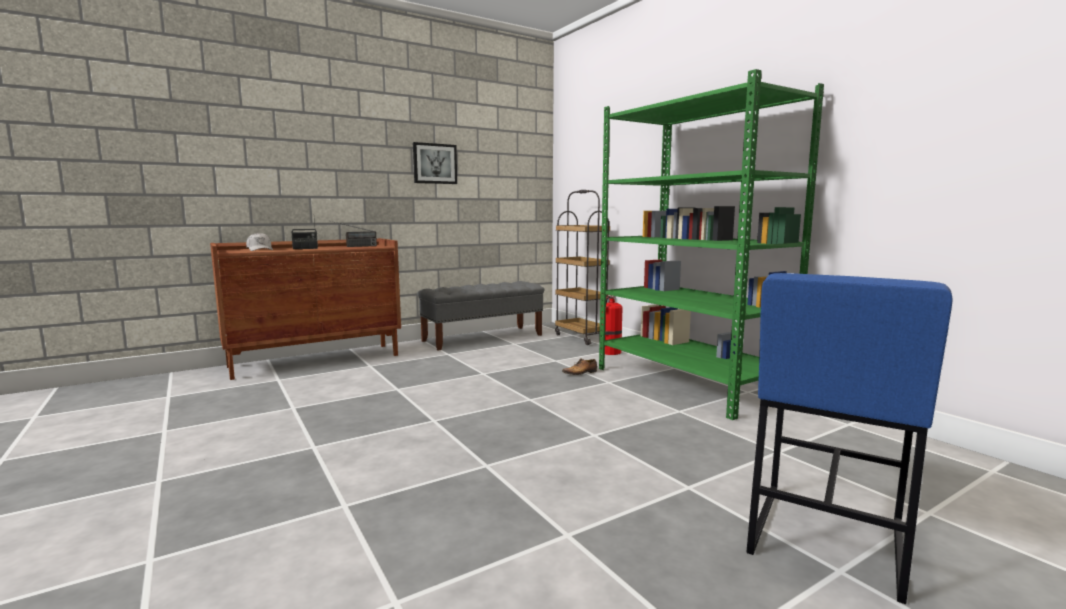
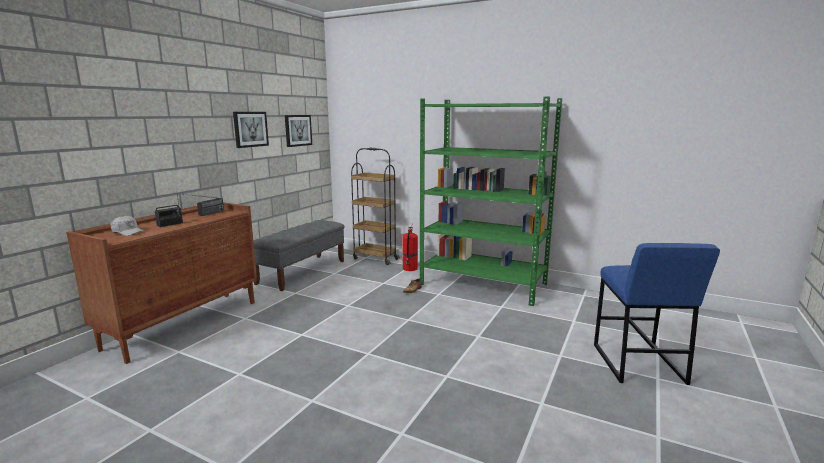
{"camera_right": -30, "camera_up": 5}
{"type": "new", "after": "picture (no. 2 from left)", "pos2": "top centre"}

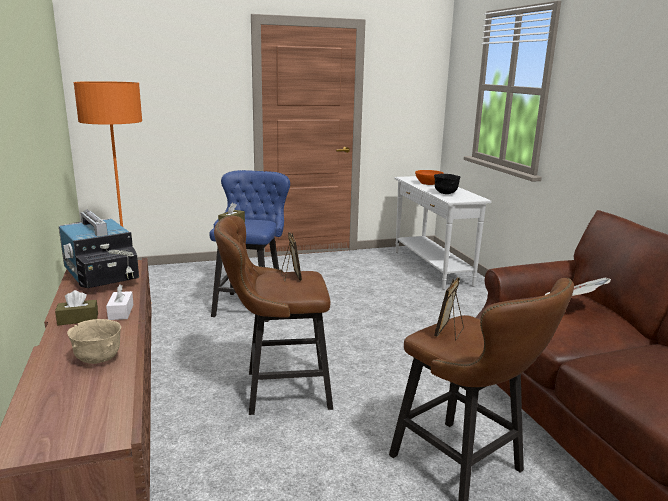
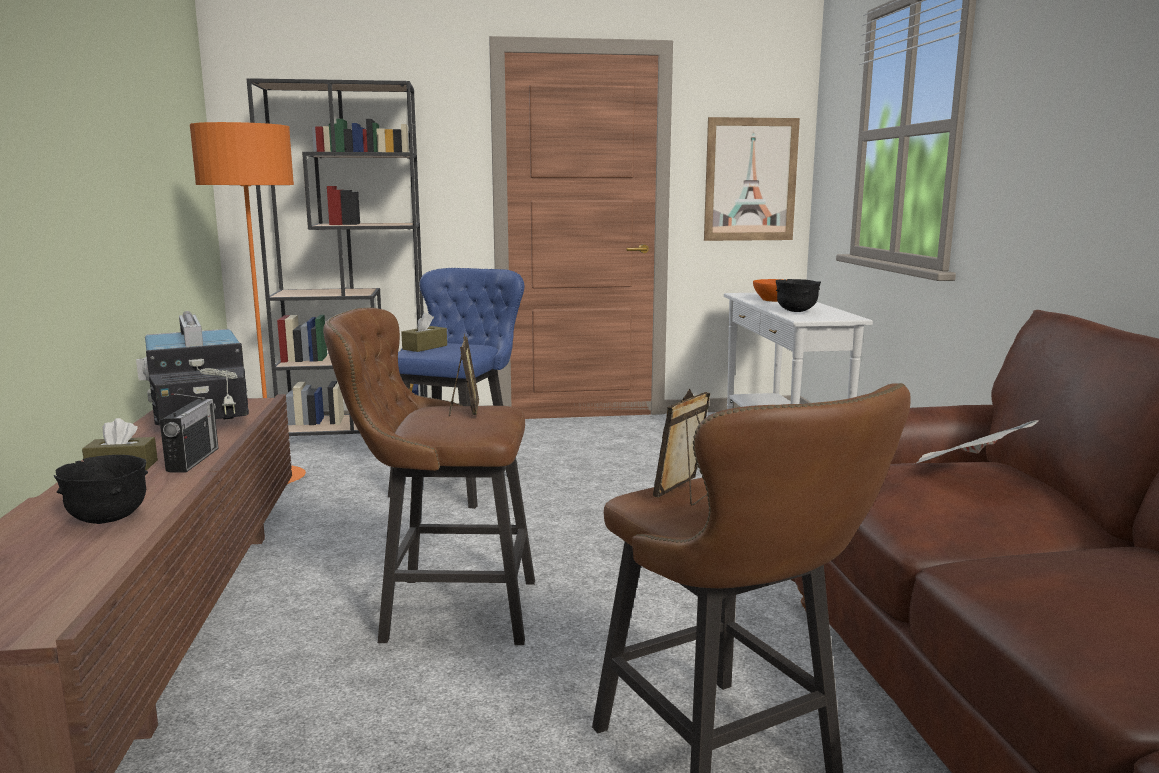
{"camera_right": 10, "camera_up": -5}
{"type": "swapped", "before": "white_tissue_box", "after": "radio", "pos1": "middle left", "pos2": "middle left"}
{"type": "repainted", "before": "beige_bowl", "after": "black_bowl (no. 1 from left)", "pos1": "bottom left", "pos2": "middle left"}
{"type": "new", "after": "bookcase", "pos2": "top left"}
{"type": "new", "after": "picture", "pos2": "top centre"}

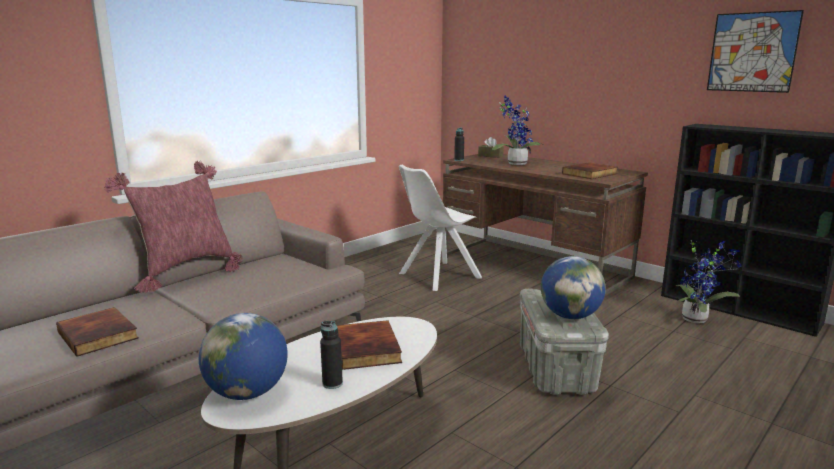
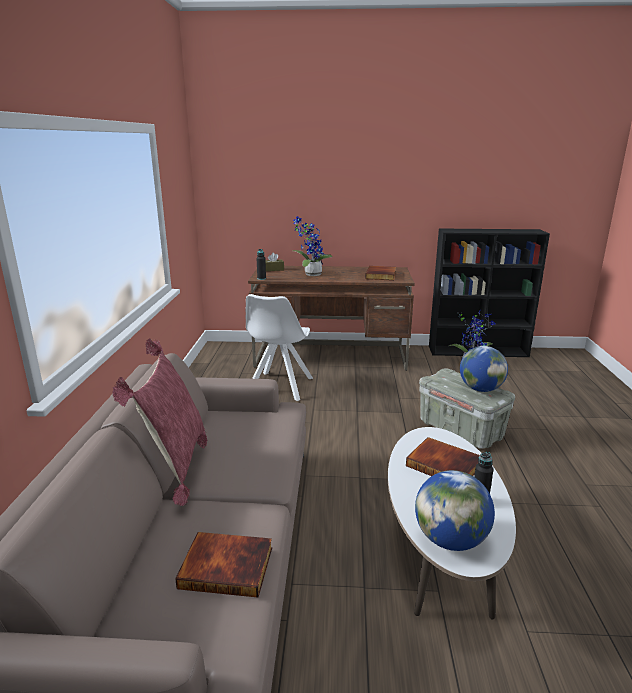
{"camera_right": -40, "camera_up": 5}
{"type": "gone", "before": "picture", "pos1": "top right"}

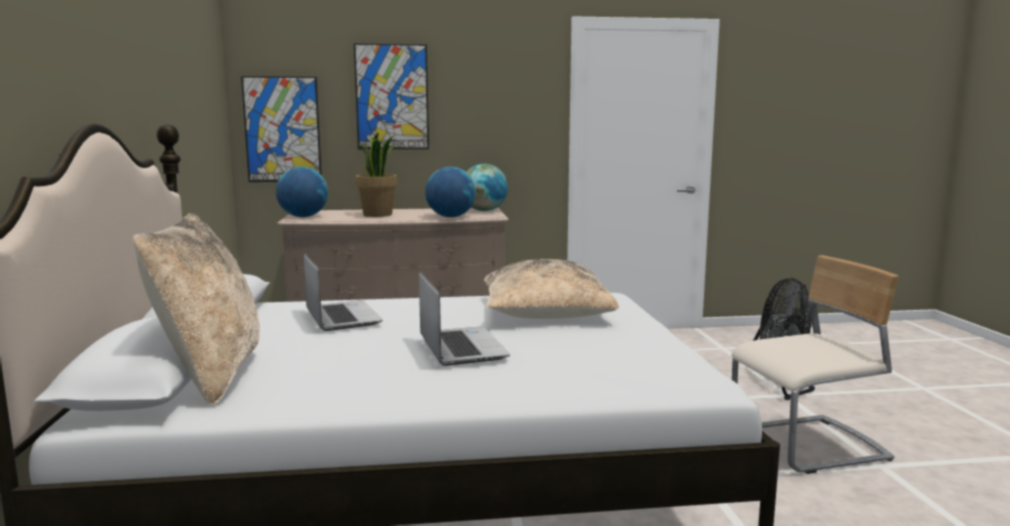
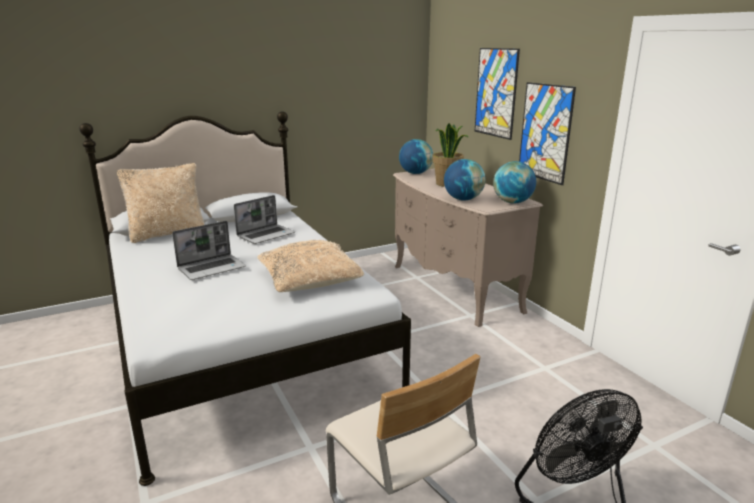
{"camera_right": 70, "camera_up": 10}
{"type": "shifted", "before": "picture (no. 1 from left in the first image)", "after": "picture (no. 2 from left)", "pos1": "top left", "pos2": "top right"}

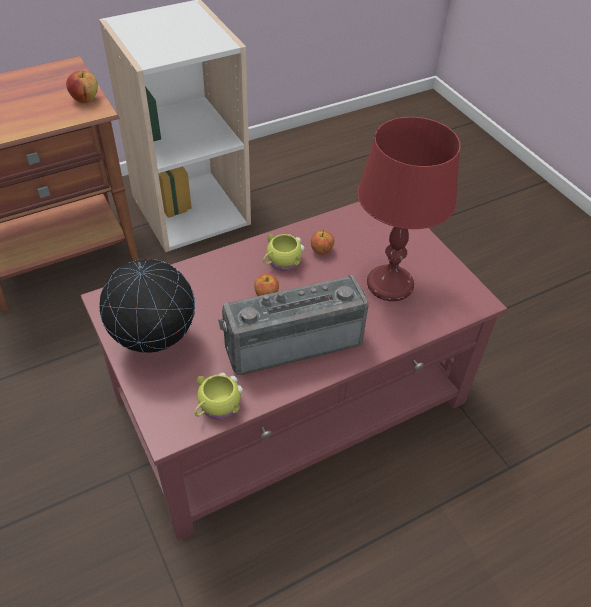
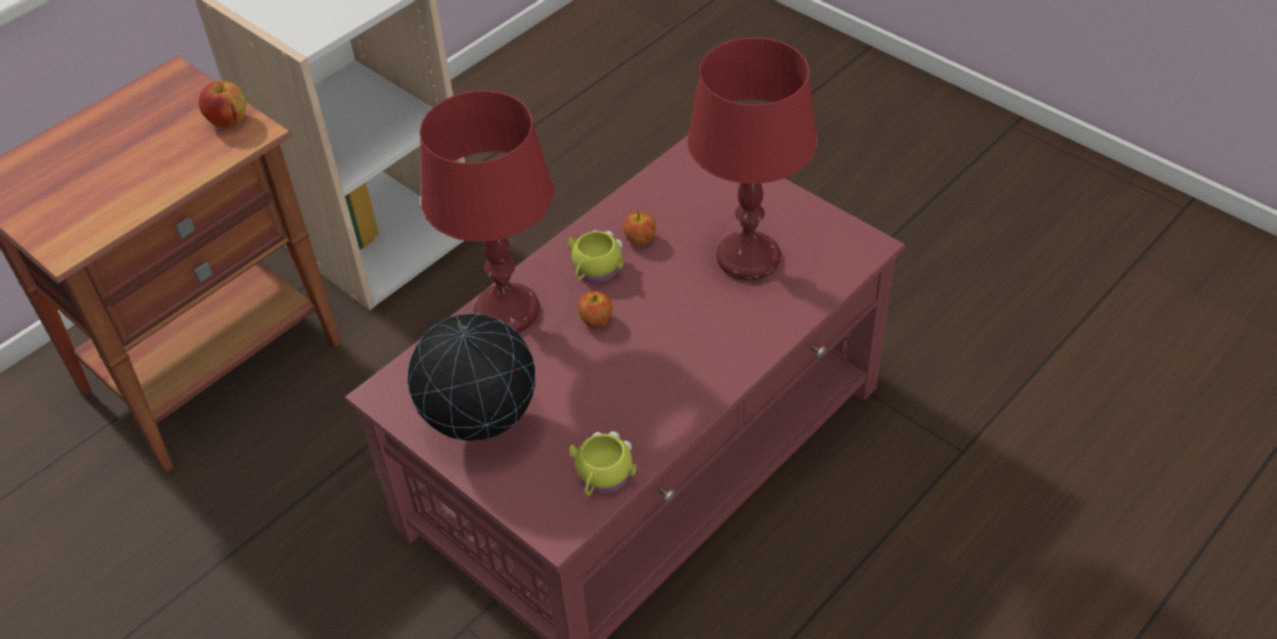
{"camera_right": -15, "camera_up": 0}
{"type": "gone", "before": "radio", "pos1": "centre"}
{"type": "new", "after": "red_table_lamp (no. 1 from left)", "pos2": "top centre"}

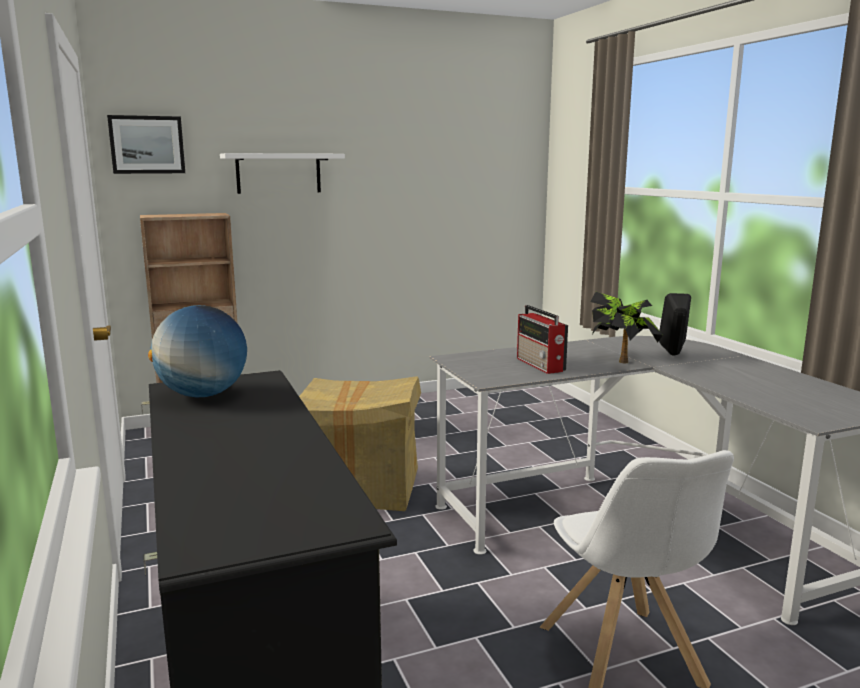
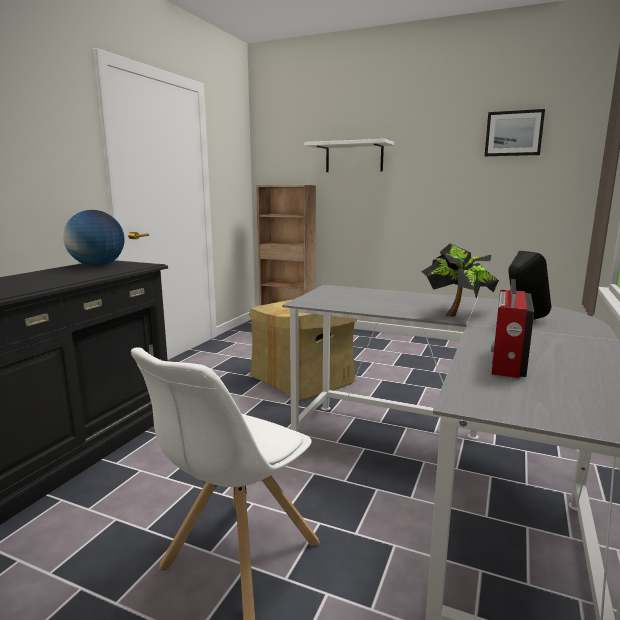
{"camera_right": 45, "camera_up": 0}
{"type": "shifted", "before": "picture", "pos1": "top left", "pos2": "top right"}
{"type": "shifted", "before": "radio", "pos1": "centre", "pos2": "middle right"}

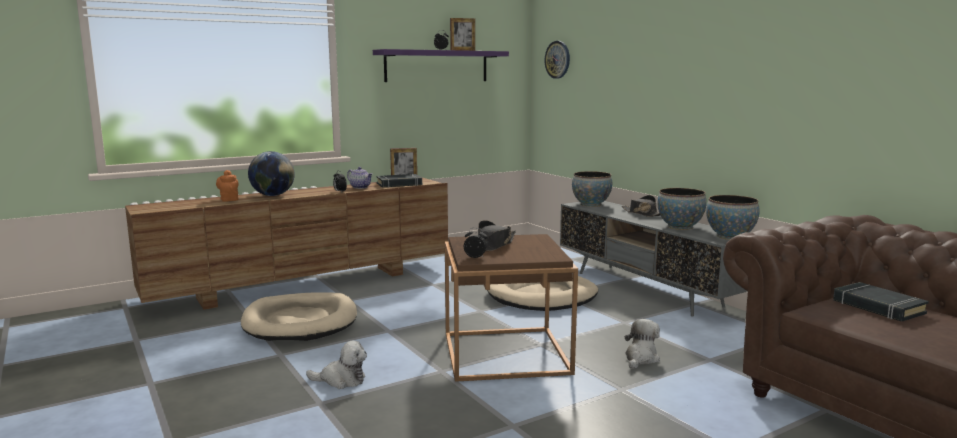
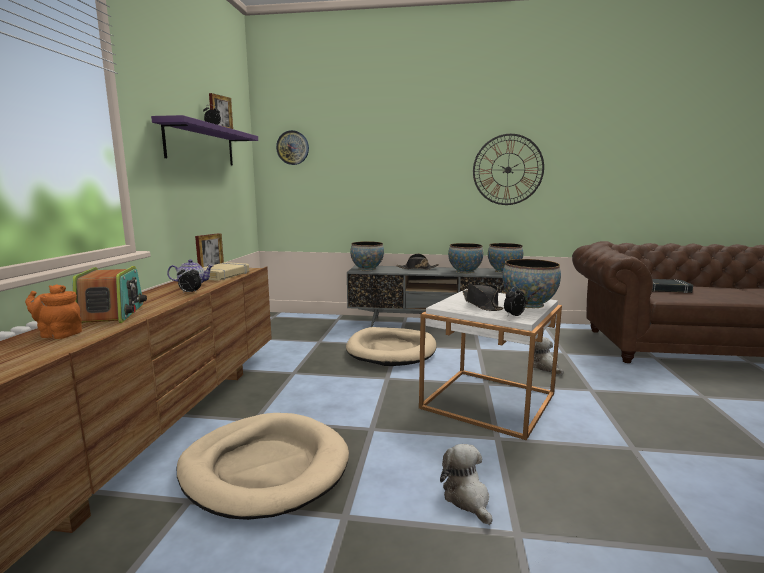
{"camera_right": -50, "camera_up": 0}
{"type": "swapped", "before": "globe", "after": "radio", "pos1": "middle left", "pos2": "middle left"}
{"type": "repainted", "before": "black_book (no. 1 from left)", "after": "beige_book", "pos1": "centre", "pos2": "middle left"}
{"type": "repainted", "before": "brown_side_table", "after": "white_side_table", "pos1": "bottom centre", "pos2": "centre"}
{"type": "rotated", "before": "plush_toy (no. 1 from left)", "pos1": "bottom centre", "pos2": "bottom centre", "turn": -60}
{"type": "new", "after": "wall_clock (no. 2 from left)", "pos2": "top centre"}
{"type": "new", "after": "bowl (no. 4 from left)", "pos2": "middle right"}

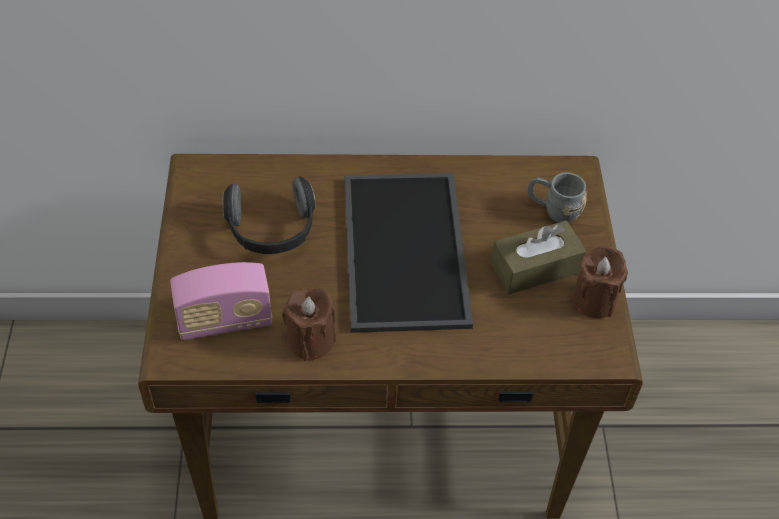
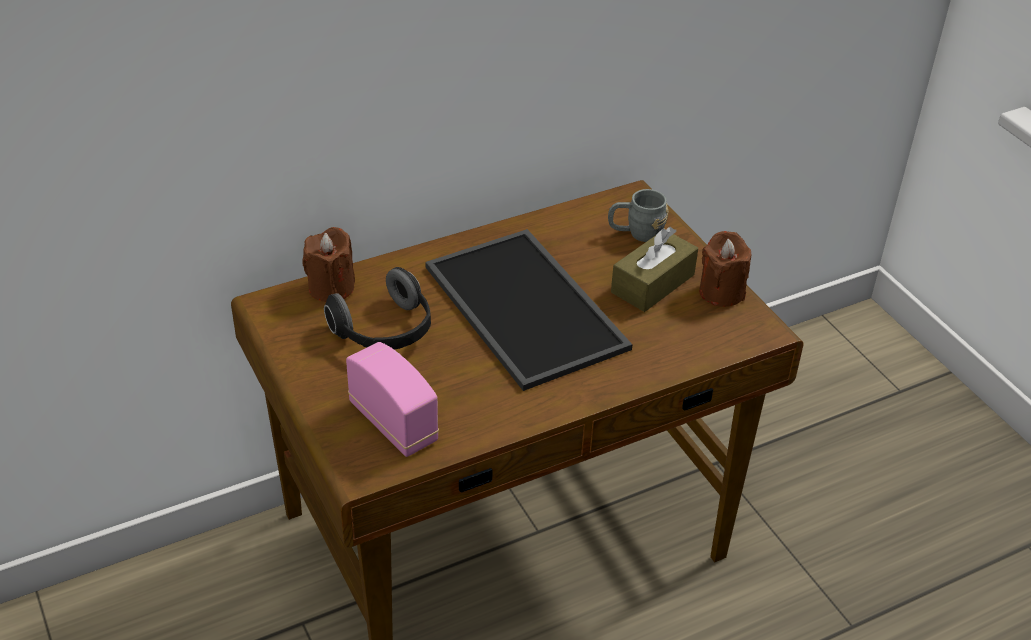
{"camera_right": -25, "camera_up": -10}
{"type": "rotated", "before": "radio", "pos1": "middle left", "pos2": "centre", "turn": -90}
{"type": "shifted", "before": "brown_candle (no. 1 from left)", "pos1": "centre", "pos2": "middle left"}

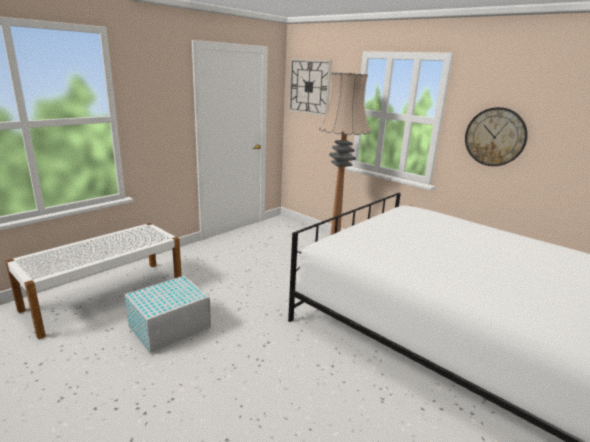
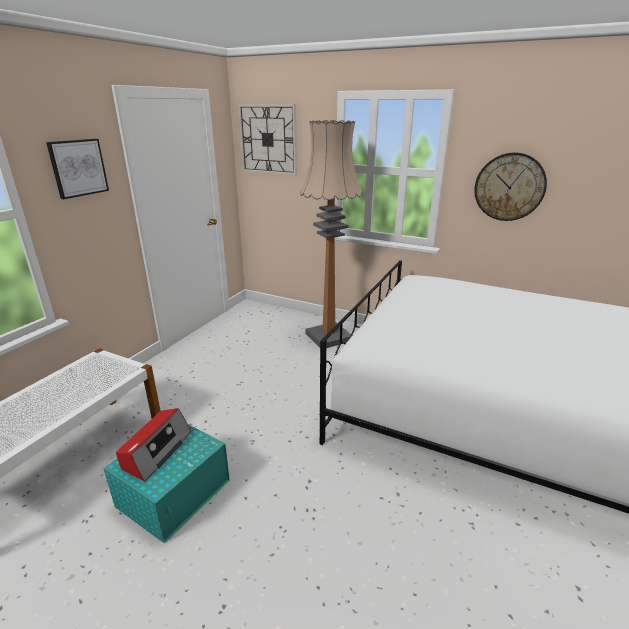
{"camera_right": -15, "camera_up": 5}
{"type": "repainted", "before": "white_storage_box", "after": "turquoise_storage_box", "pos1": "bottom left", "pos2": "bottom left"}
{"type": "new", "after": "picture", "pos2": "top left"}
{"type": "new", "after": "radio", "pos2": "bottom left"}

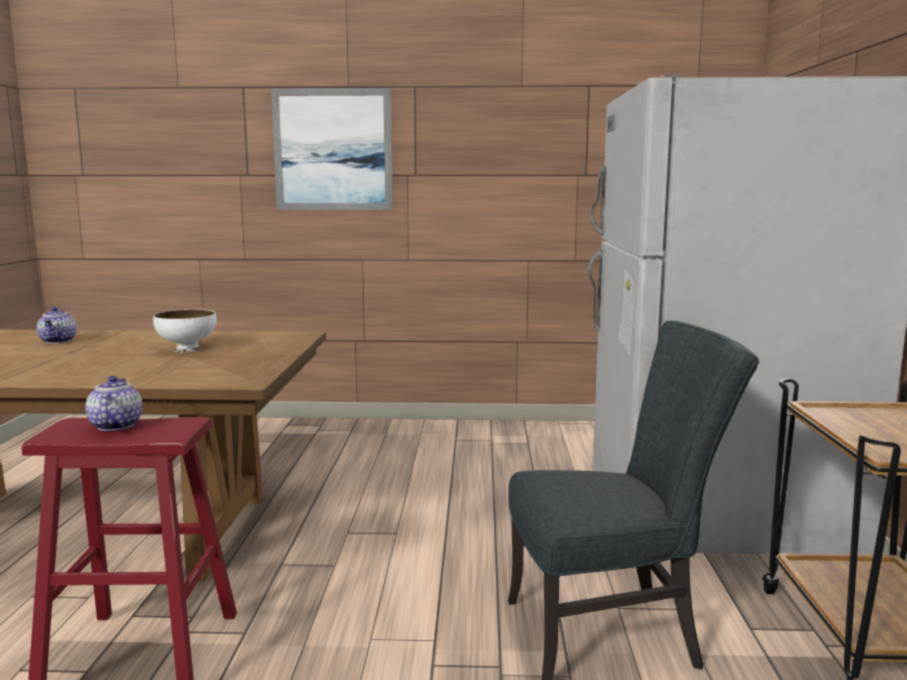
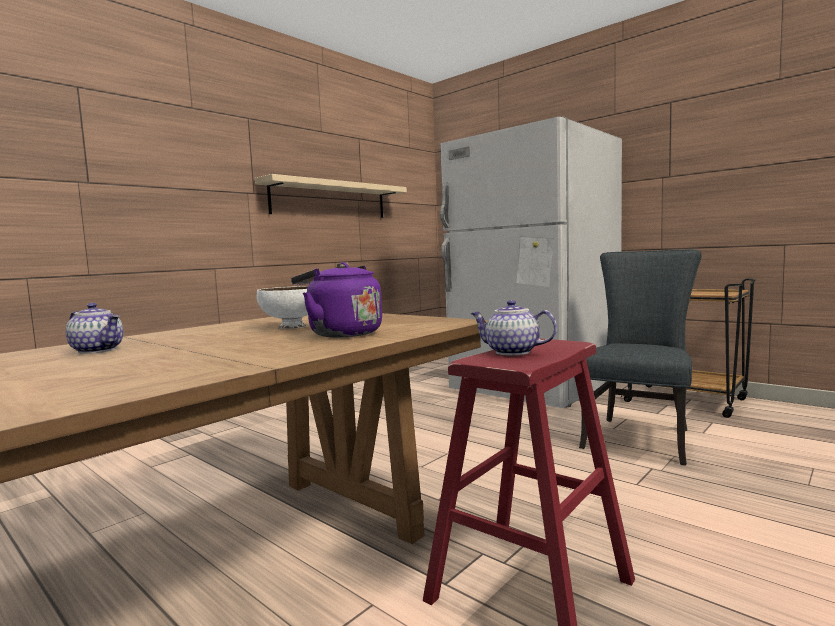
{"camera_right": -50, "camera_up": -5}
{"type": "gone", "before": "picture", "pos1": "top centre"}
{"type": "new", "after": "beige_shelf", "pos2": "top centre"}
{"type": "new", "after": "purple_kettle", "pos2": "centre"}

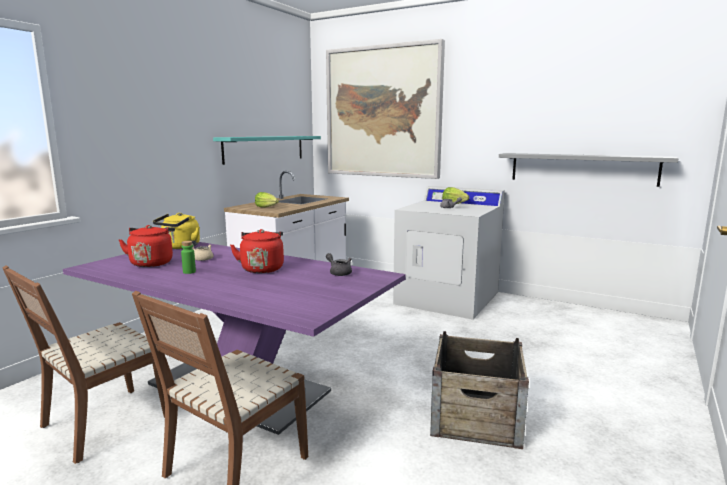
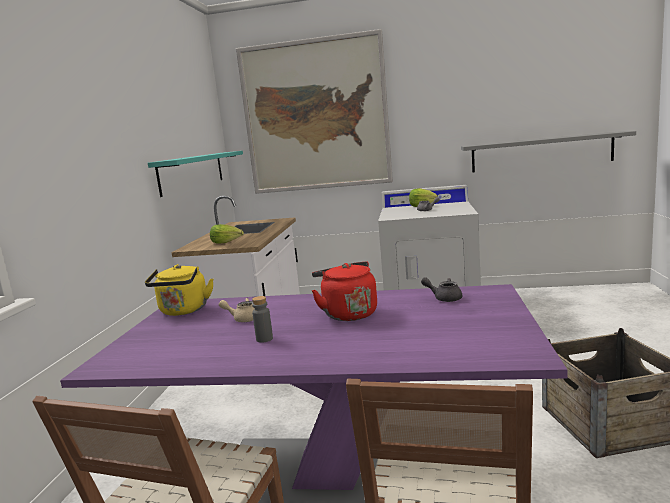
{"camera_right": -20, "camera_up": 0}
{"type": "gone", "before": "red_kettle (no. 1 from left)", "pos1": "middle left"}
{"type": "repainted", "before": "green_bottle", "after": "grey_bottle", "pos1": "middle left", "pos2": "centre"}

